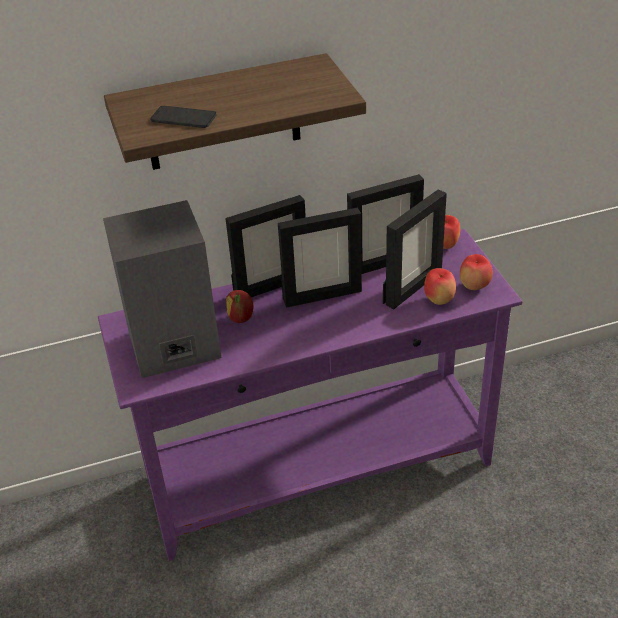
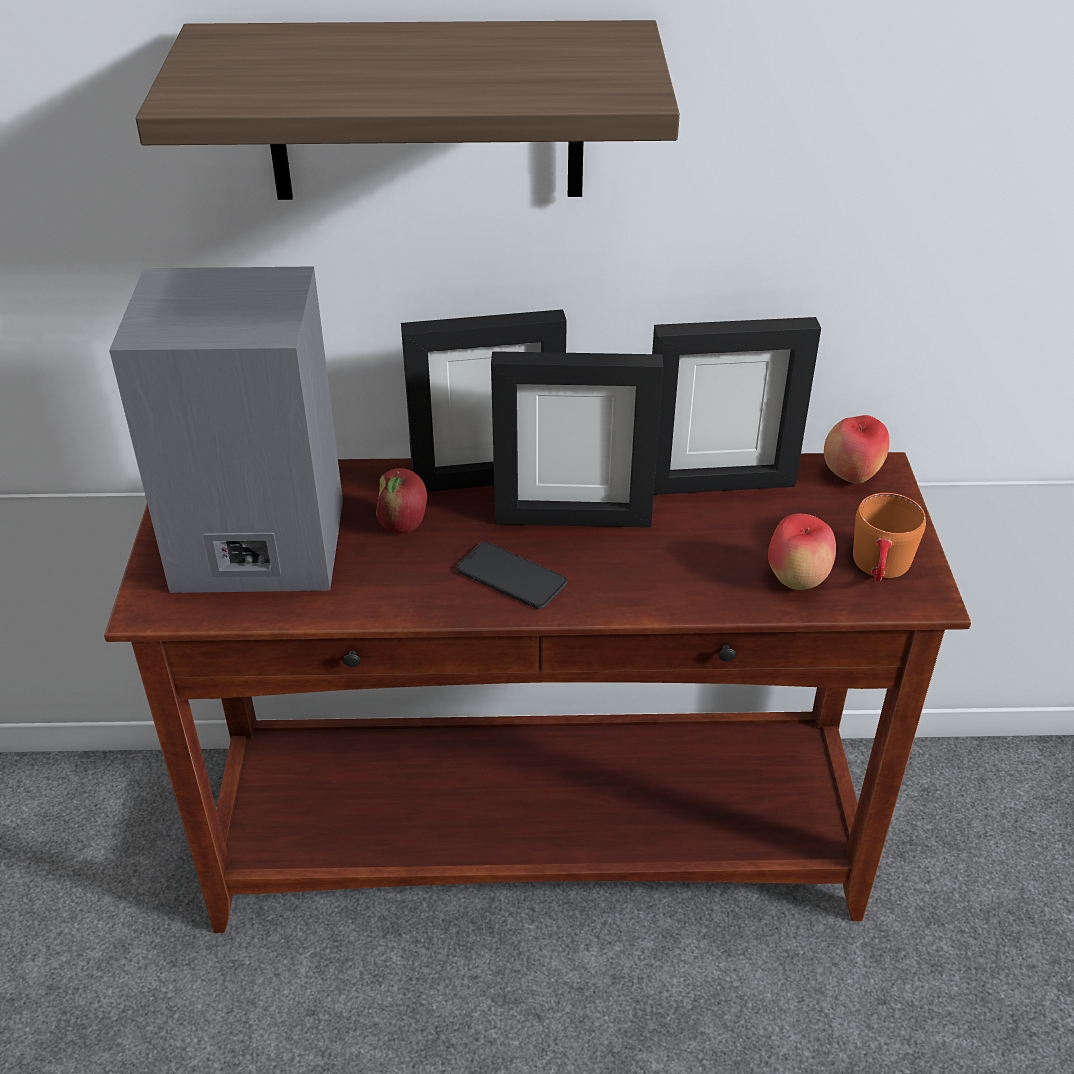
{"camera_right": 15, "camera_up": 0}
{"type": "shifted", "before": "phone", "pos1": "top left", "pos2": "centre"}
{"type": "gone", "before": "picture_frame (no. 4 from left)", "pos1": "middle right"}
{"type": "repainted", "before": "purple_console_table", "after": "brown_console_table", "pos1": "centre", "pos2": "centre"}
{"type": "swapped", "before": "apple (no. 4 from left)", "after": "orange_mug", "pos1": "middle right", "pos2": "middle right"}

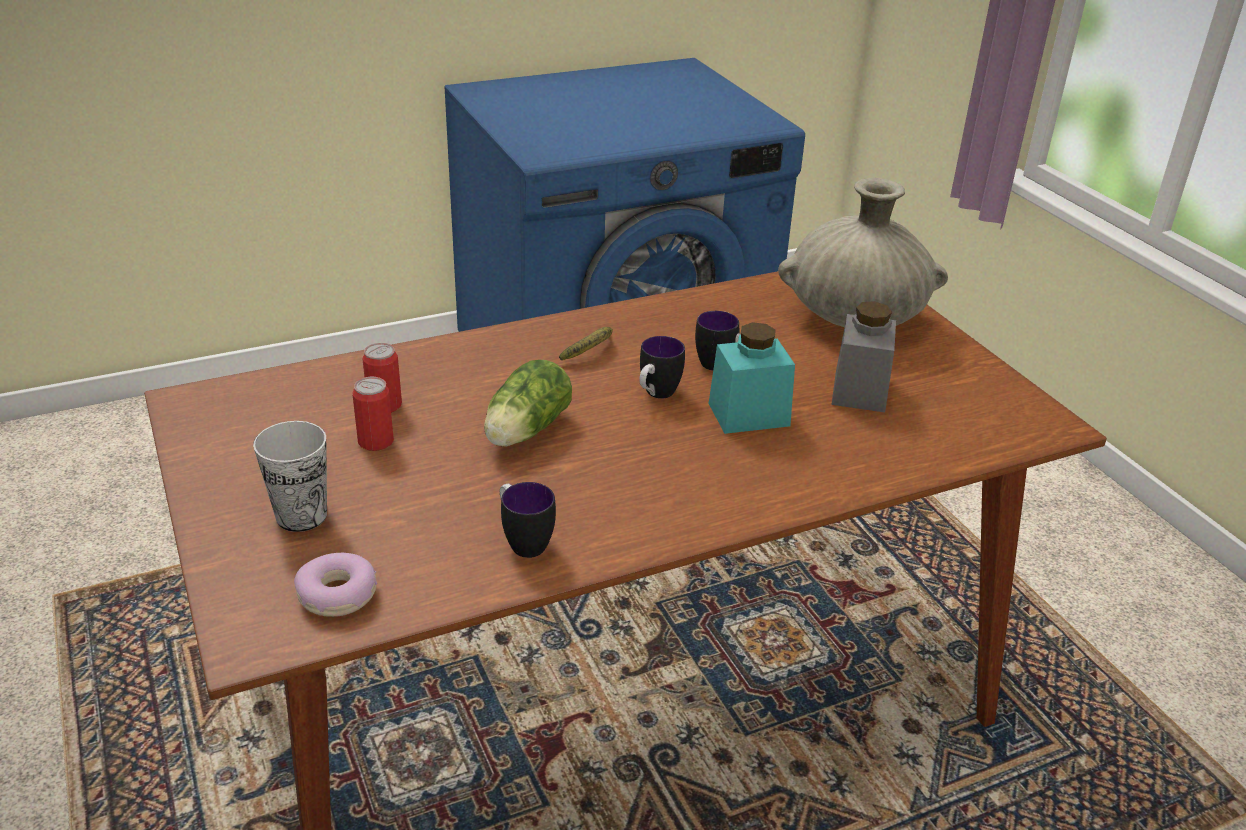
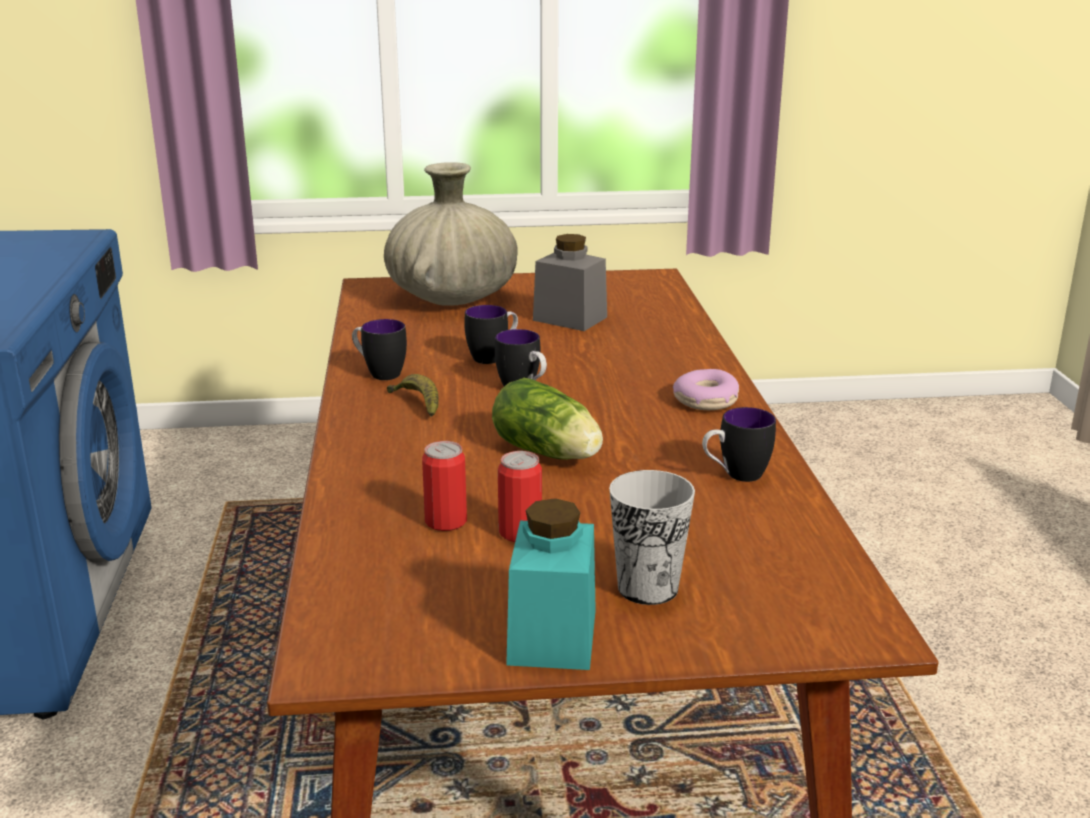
{"camera_right": -70, "camera_up": -10}
{"type": "shifted", "before": "turquoise_jar", "pos1": "centre", "pos2": "bottom centre"}
{"type": "shifted", "before": "donut", "pos1": "bottom left", "pos2": "centre"}
{"type": "new", "after": "mug (no. 1 from left)", "pos2": "centre"}

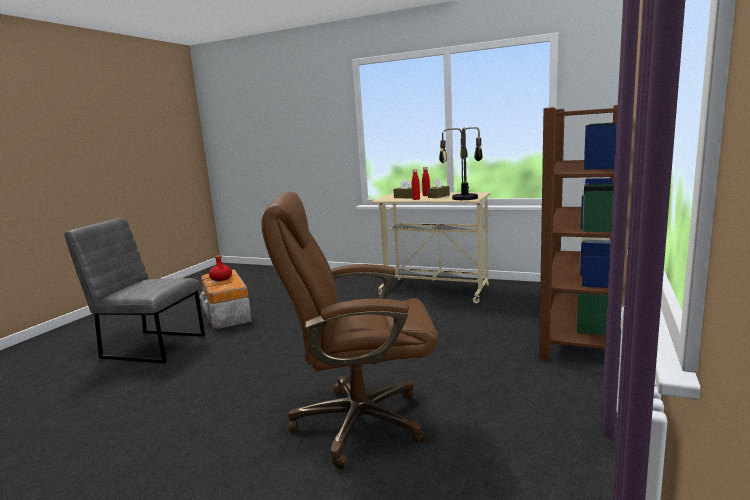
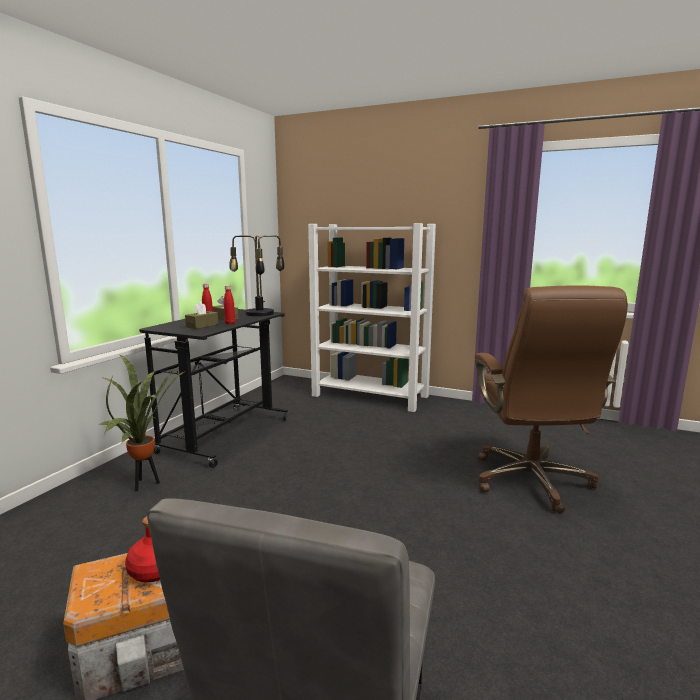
{"camera_right": -90, "camera_up": 0}
{"type": "repainted", "before": "brown_bookcase", "after": "white_bookcase", "pos1": "middle right", "pos2": "centre"}
{"type": "repainted", "before": "beige_desk", "after": "black_desk", "pos1": "centre", "pos2": "middle left"}
{"type": "new", "after": "potted_plant", "pos2": "middle left"}

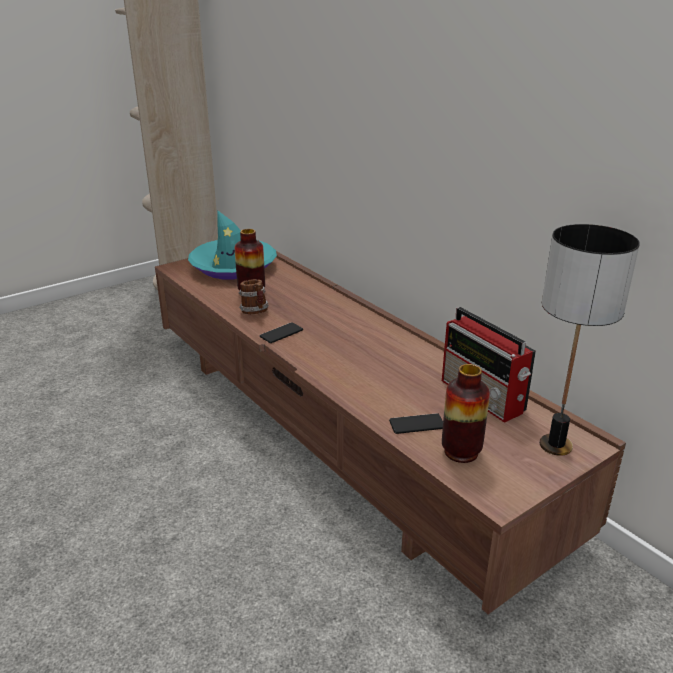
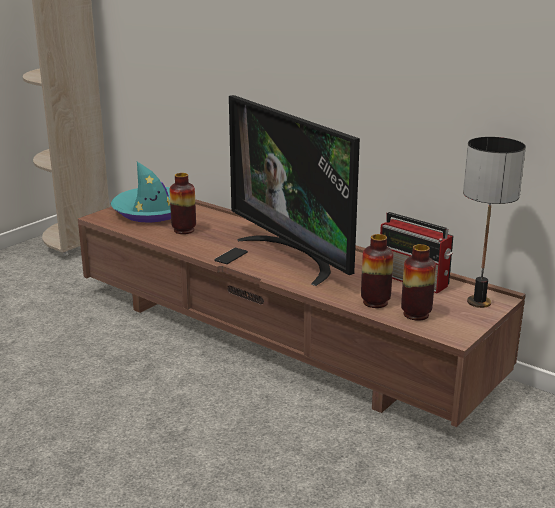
{"camera_right": -15, "camera_up": -5}
{"type": "gone", "before": "mug", "pos1": "centre"}
{"type": "swapped", "before": "phone (no. 2 from left)", "after": "vase (no. 2 from left)", "pos1": "centre", "pos2": "middle right"}
{"type": "new", "after": "television", "pos2": "centre"}

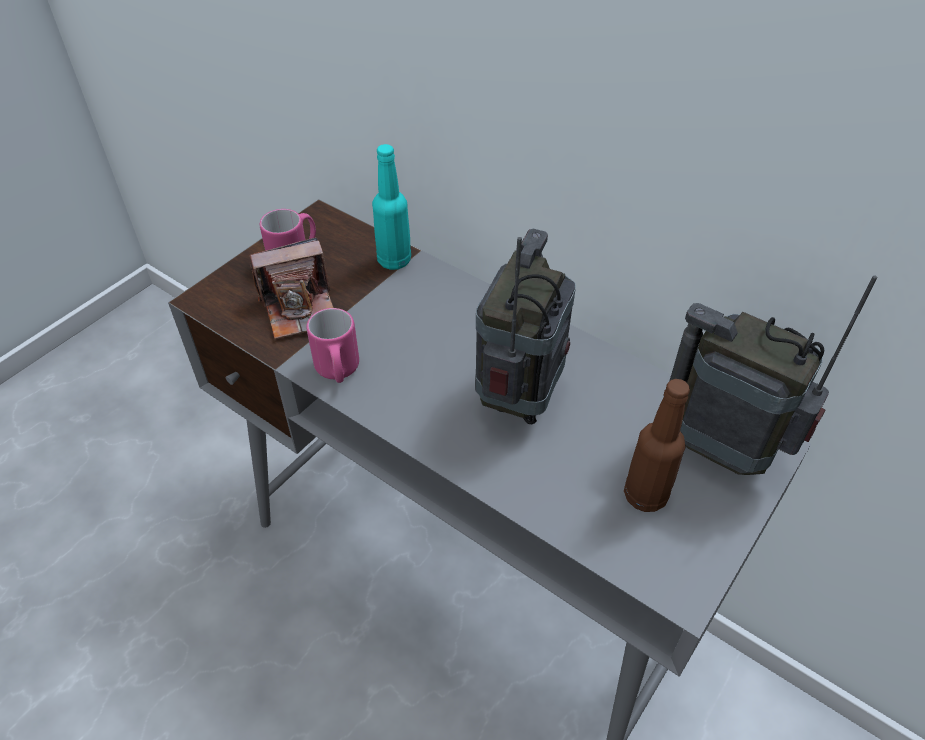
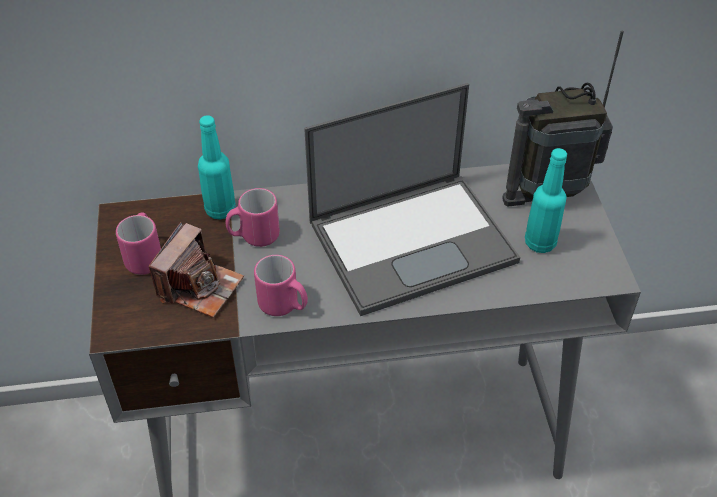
{"camera_right": -45, "camera_up": 0}
{"type": "swapped", "before": "radio (no. 1 from left)", "after": "laptop", "pos1": "centre", "pos2": "centre"}
{"type": "repainted", "before": "brown_bottle", "after": "turquoise_bottle (no. 2 from left)", "pos1": "middle right", "pos2": "middle right"}
{"type": "new", "after": "pink_mug (no. 2 from left)", "pos2": "centre"}

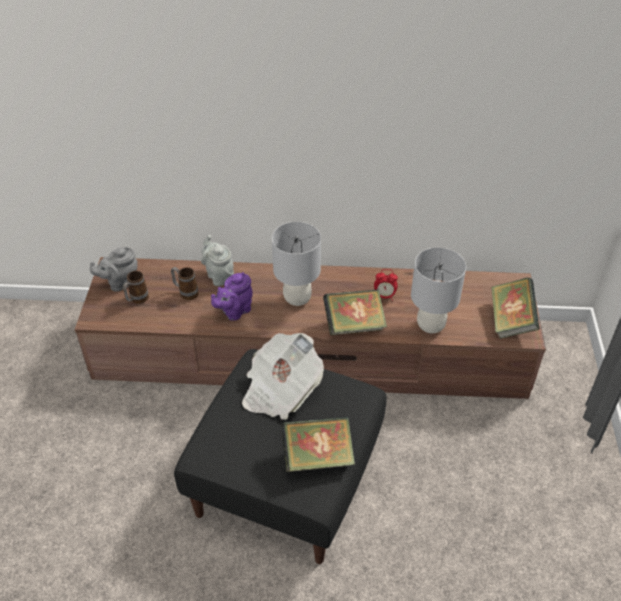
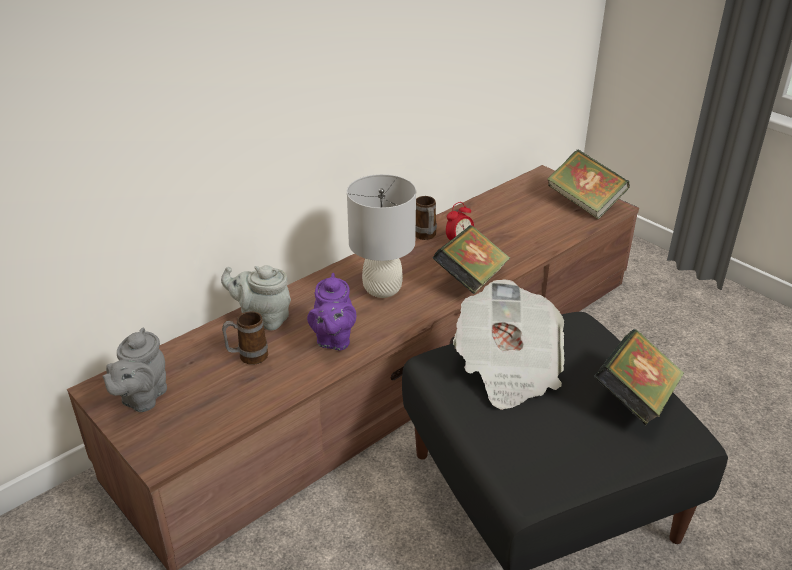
{"camera_right": -45, "camera_up": -10}
{"type": "gone", "before": "grey_table_lamp (no. 2 from left)", "pos1": "middle right"}
{"type": "shifted", "before": "mug (no. 1 from left in the first image)", "after": "mug (no. 2 from left)", "pos1": "middle left", "pos2": "centre"}

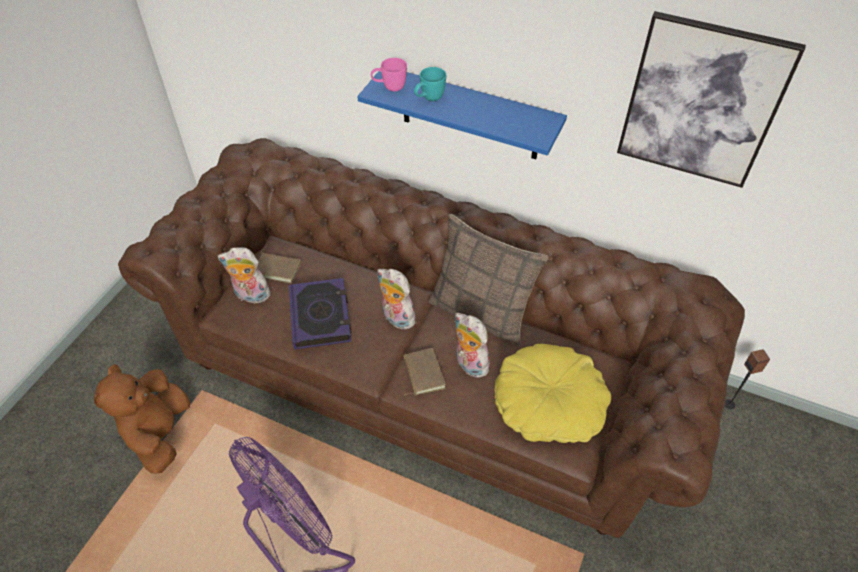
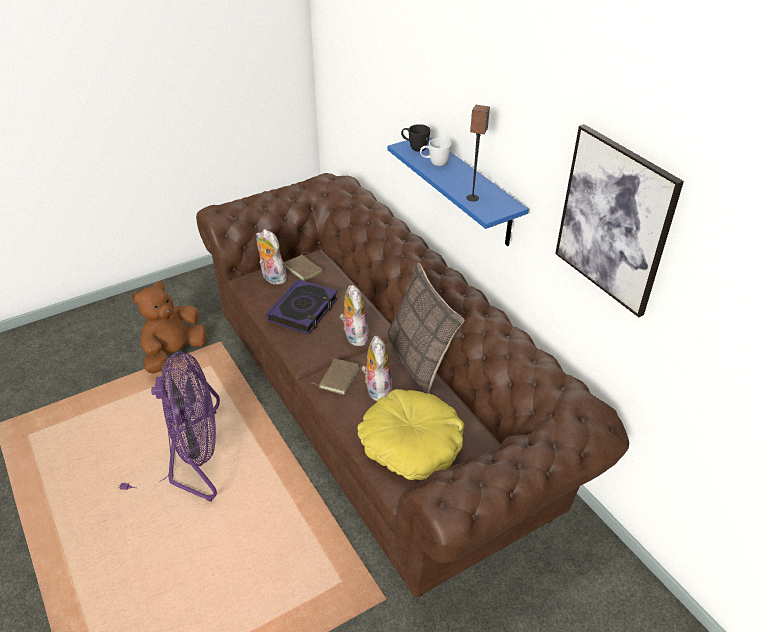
{"camera_right": 35, "camera_up": -10}
{"type": "repainted", "before": "pink_mug", "after": "black_mug", "pos1": "top centre", "pos2": "top centre"}
{"type": "repainted", "before": "turquoise_mug", "after": "white_mug", "pos1": "top centre", "pos2": "top centre"}
{"type": "shifted", "before": "speaker", "pos1": "middle right", "pos2": "top centre"}

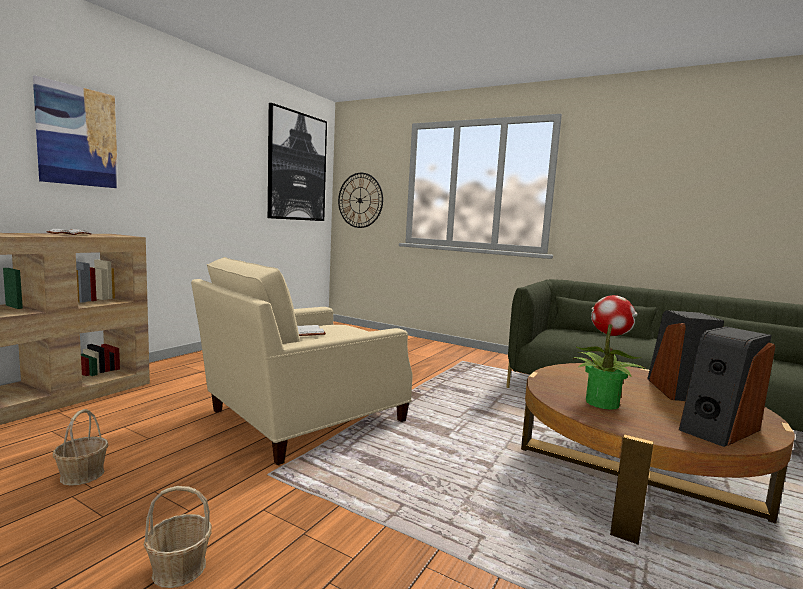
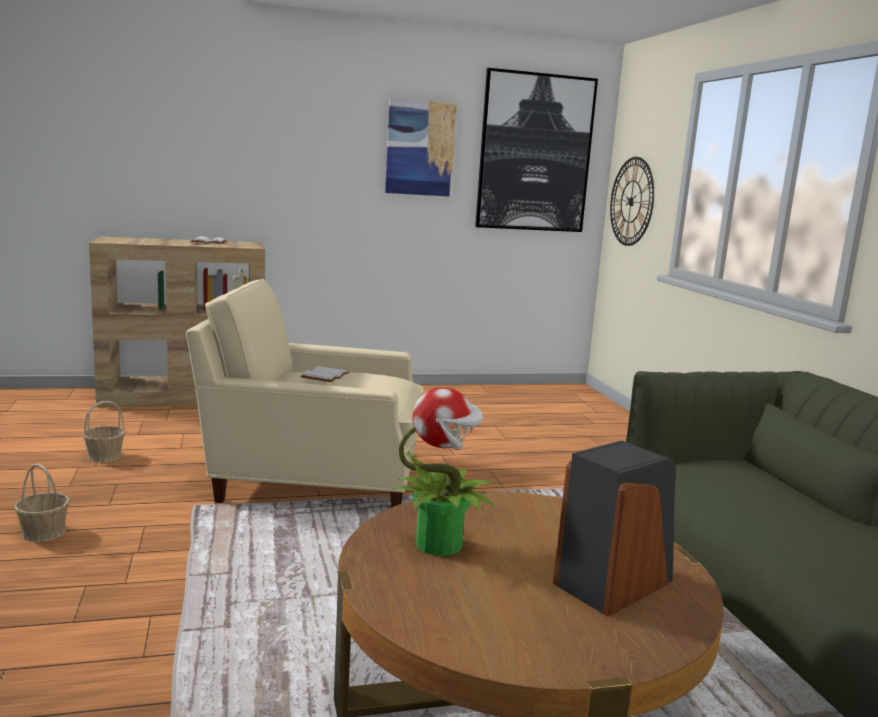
{"camera_right": 45, "camera_up": 5}
{"type": "shifted", "before": "picture (no. 1 from left)", "pos1": "top left", "pos2": "top centre"}
{"type": "gone", "before": "speaker (no. 2 from left)", "pos1": "middle right"}

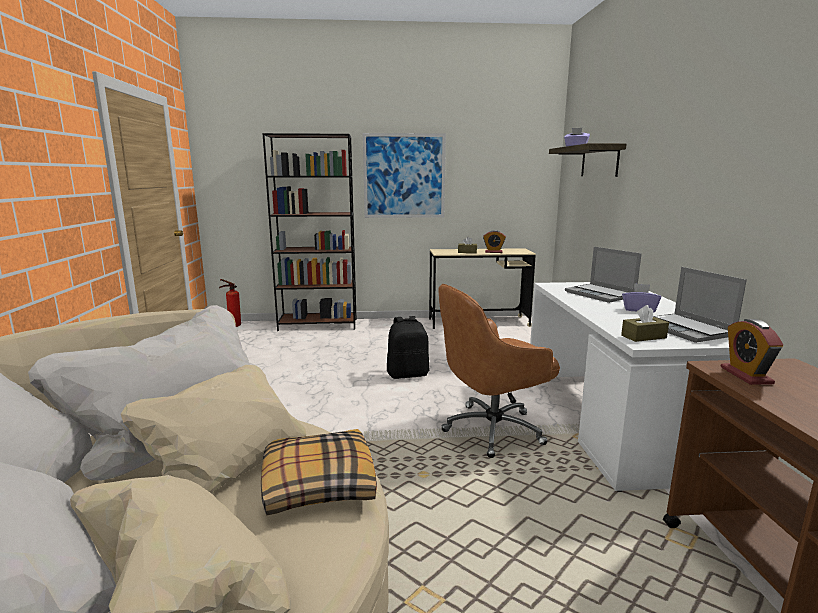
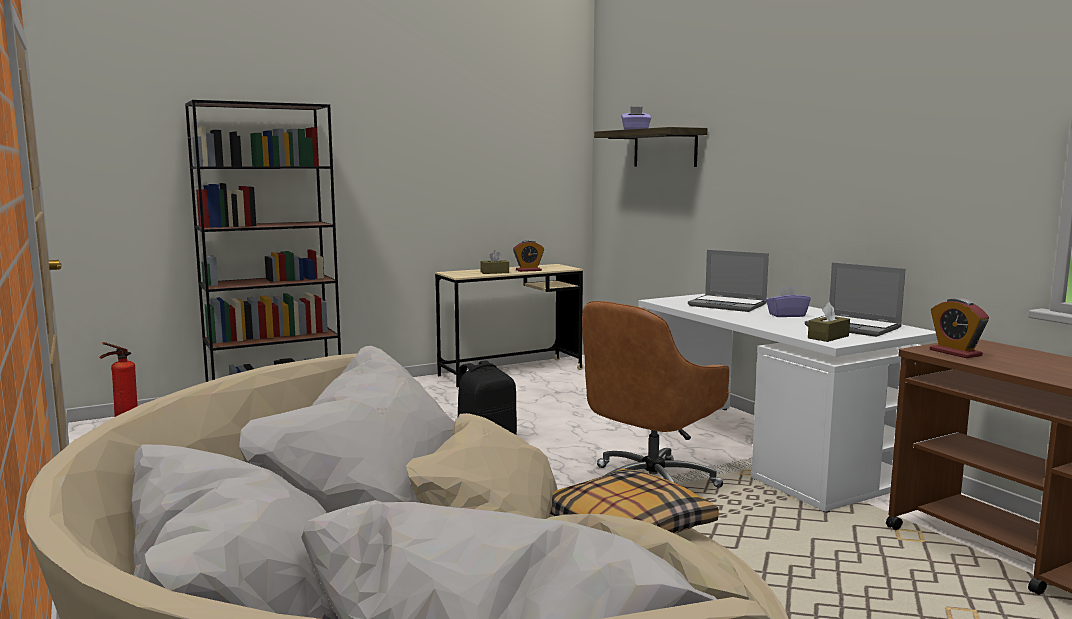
{"camera_right": -25, "camera_up": -5}
{"type": "gone", "before": "picture", "pos1": "top centre"}

